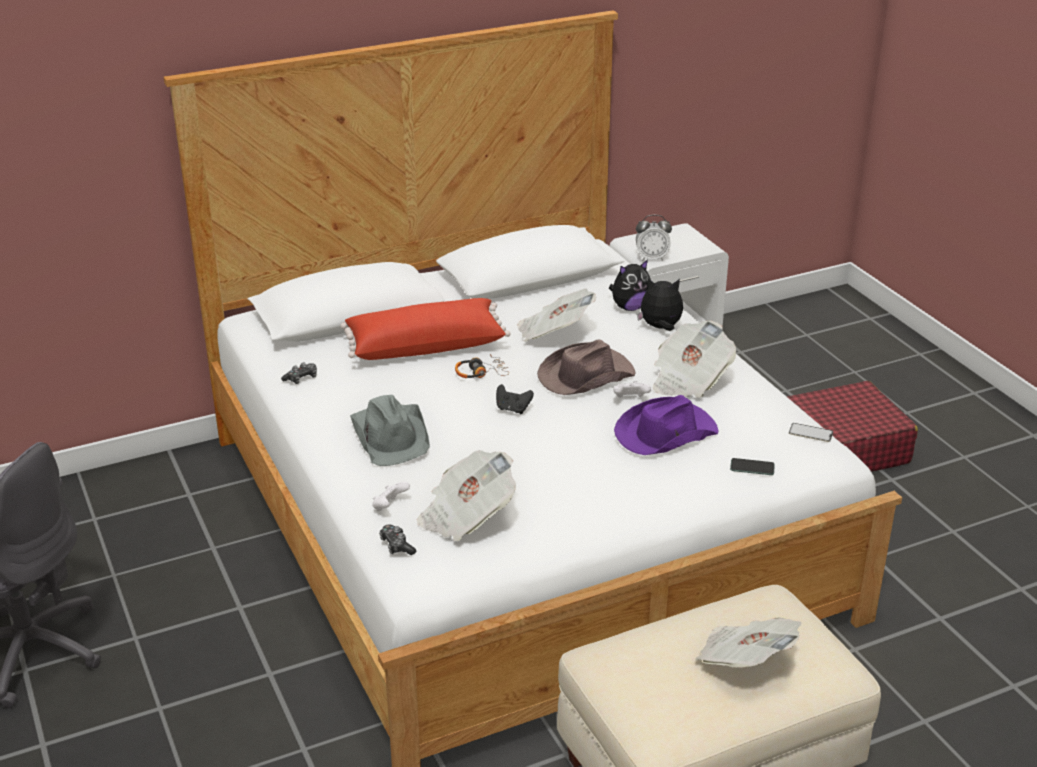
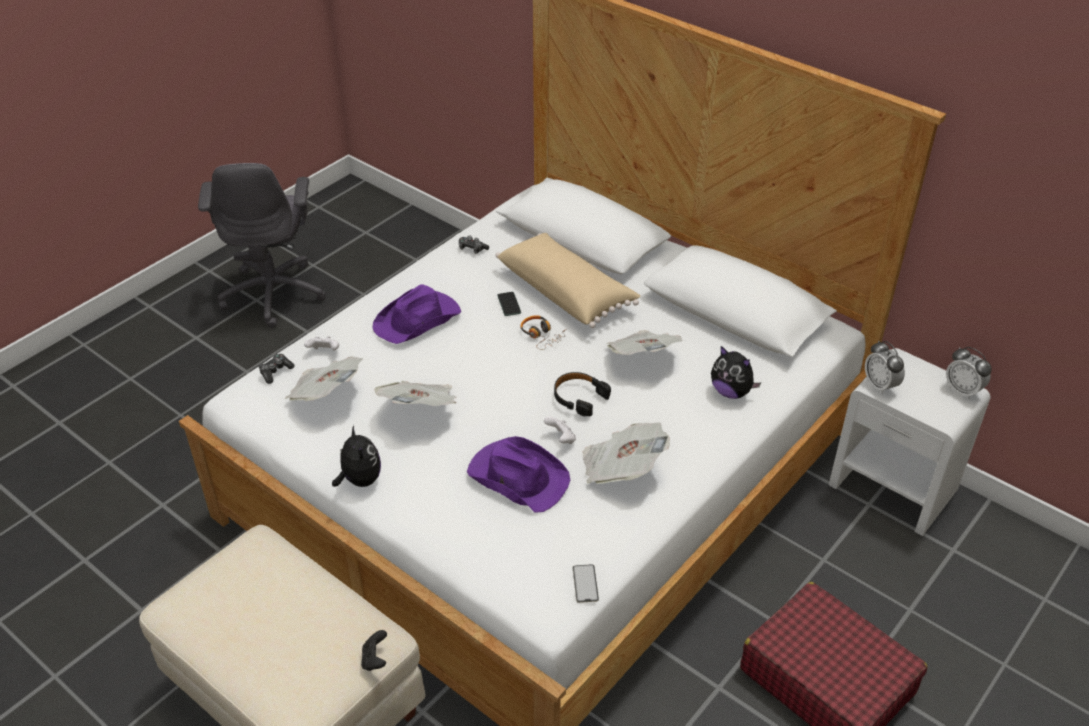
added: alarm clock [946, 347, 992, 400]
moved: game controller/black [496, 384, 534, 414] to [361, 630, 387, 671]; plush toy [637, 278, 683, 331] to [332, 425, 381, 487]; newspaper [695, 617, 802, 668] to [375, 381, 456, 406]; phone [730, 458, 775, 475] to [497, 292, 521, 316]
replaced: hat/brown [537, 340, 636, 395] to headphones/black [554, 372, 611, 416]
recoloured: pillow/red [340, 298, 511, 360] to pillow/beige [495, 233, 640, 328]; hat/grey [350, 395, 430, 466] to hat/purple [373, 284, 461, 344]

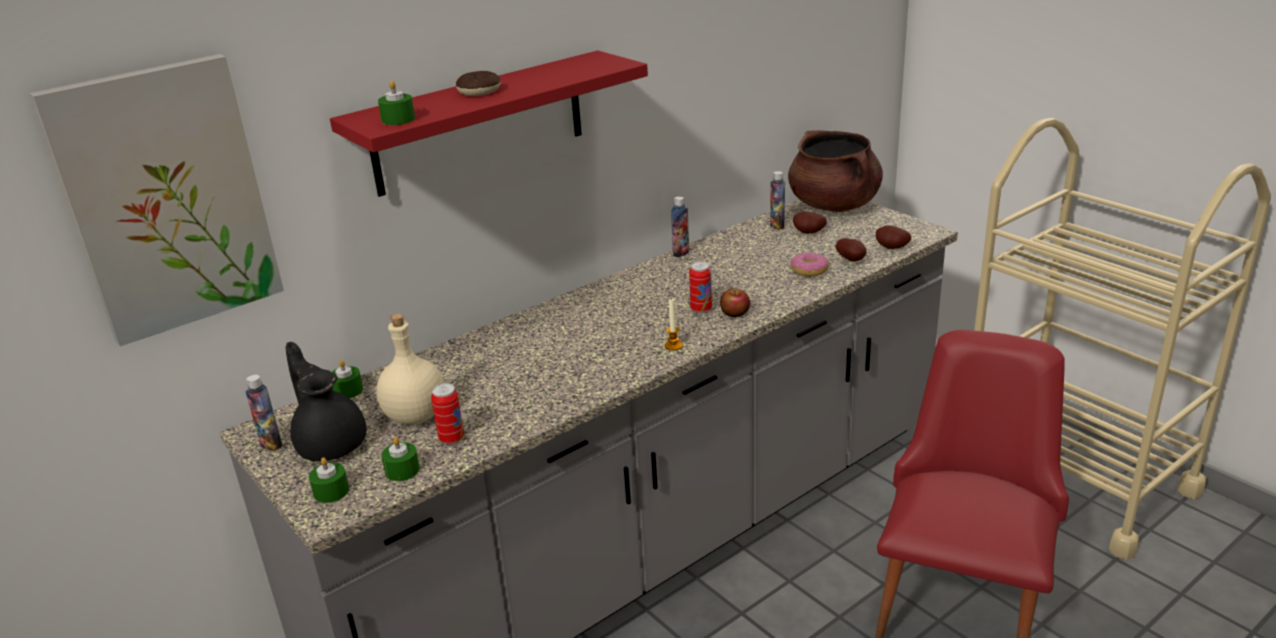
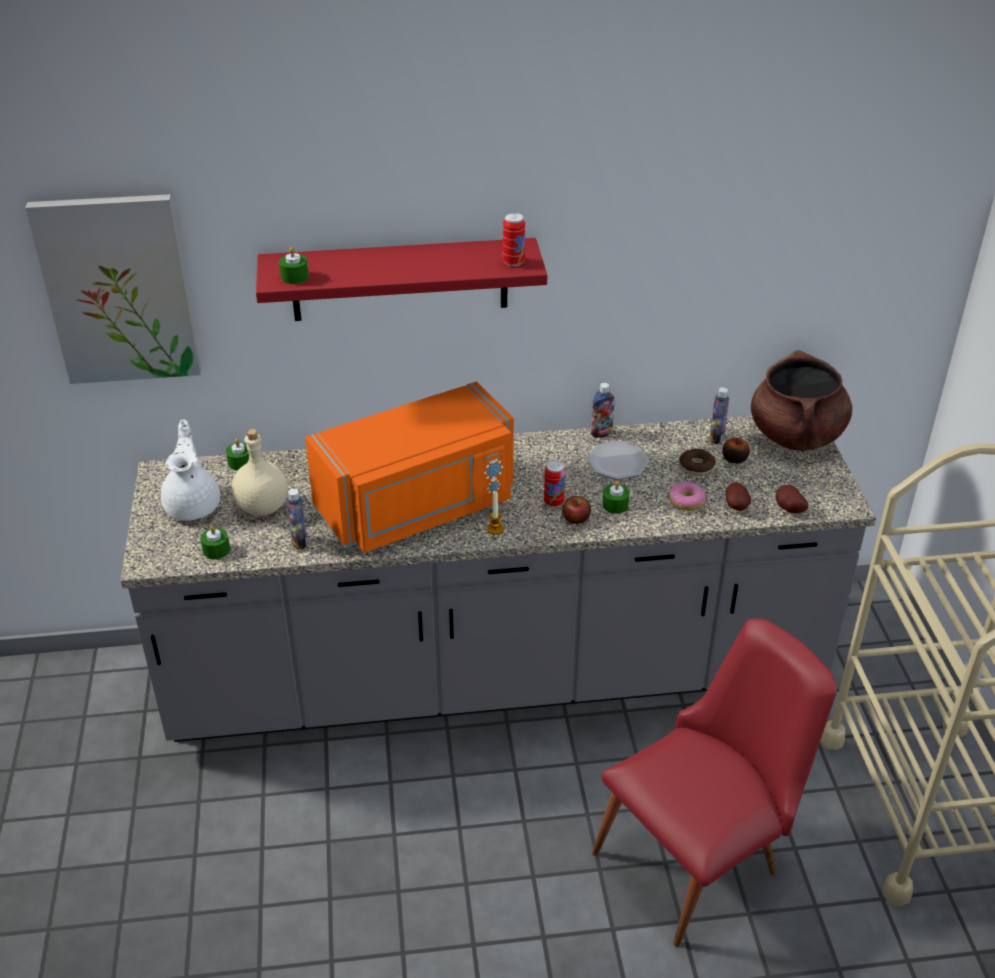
added: microwave/orange [305, 381, 514, 552]; plate [586, 441, 649, 480]
moved: bottle [245, 375, 282, 451] to [286, 489, 307, 550]; candle/green [309, 457, 349, 503] to [603, 481, 630, 514]; can [431, 383, 464, 445] to [503, 213, 525, 266]; donut [456, 71, 501, 96] to [679, 449, 716, 476]
replaced: potato [793, 211, 827, 234] to apple [722, 438, 750, 463]
recoloured: teapot/black [286, 342, 367, 461] to teapot/white [161, 419, 220, 521]

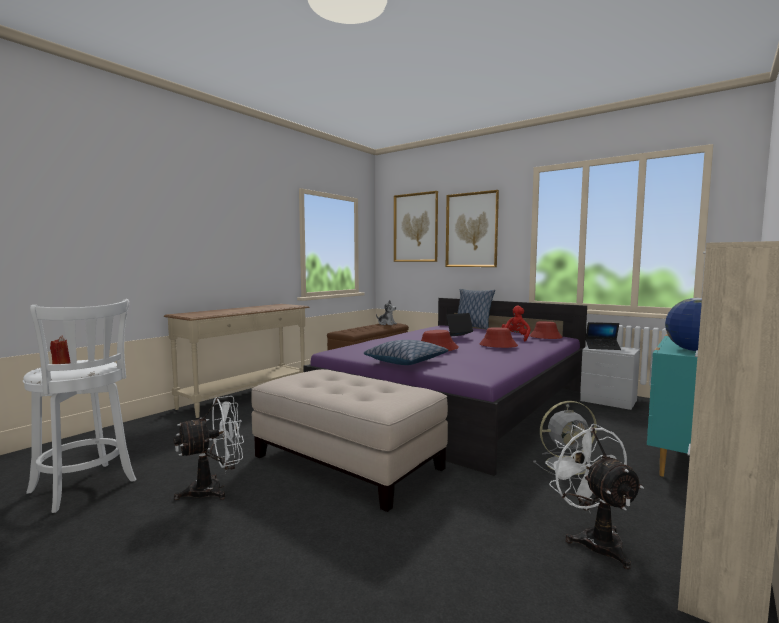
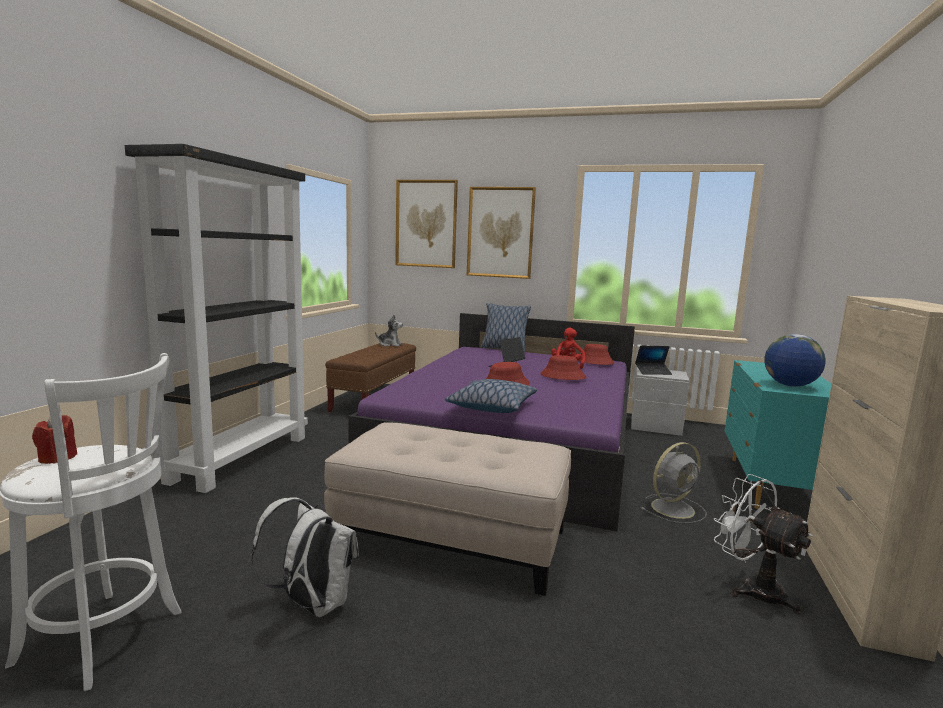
replaced: console table/beige [164, 304, 310, 418] to bookcase/black [125, 144, 308, 493]; fan/white [173, 396, 244, 500] to backpack/white [251, 497, 359, 617]

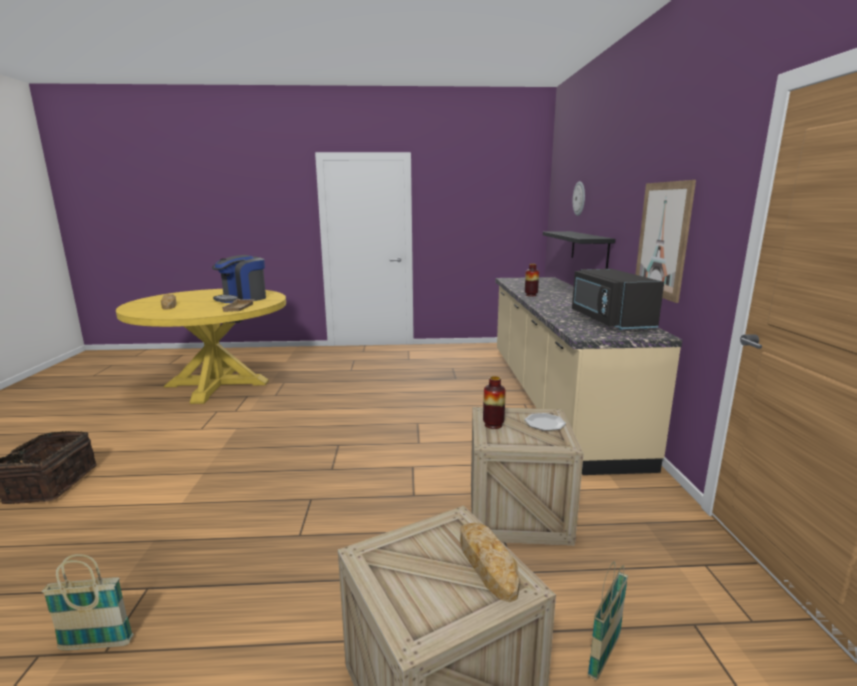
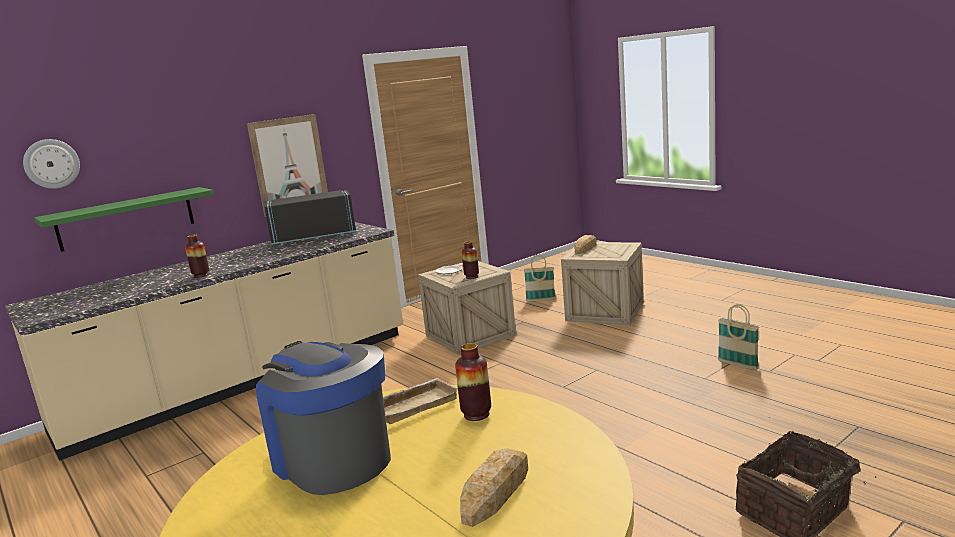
added: vase [455, 343, 491, 421]
recoloured: shelf/black [543, 231, 615, 269] to shelf/green [34, 187, 214, 252]
turned: coffee machine [212, 255, 266, 303] = [256, 341, 391, 495] 135 degrees counterclockwise; microwave/black [572, 269, 664, 330] = [265, 190, 356, 246] 150 degrees counterclockwise

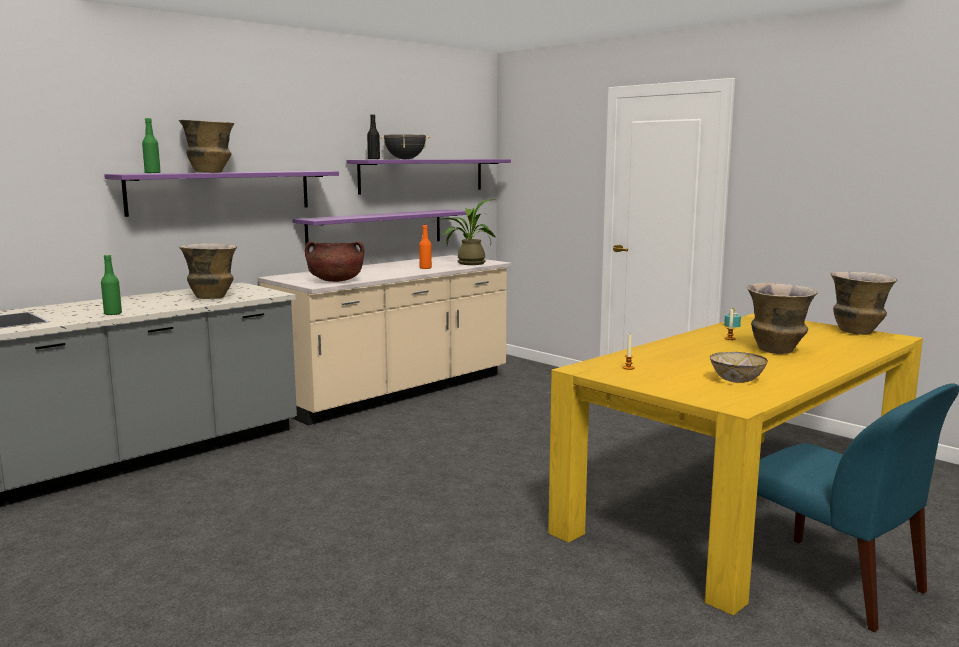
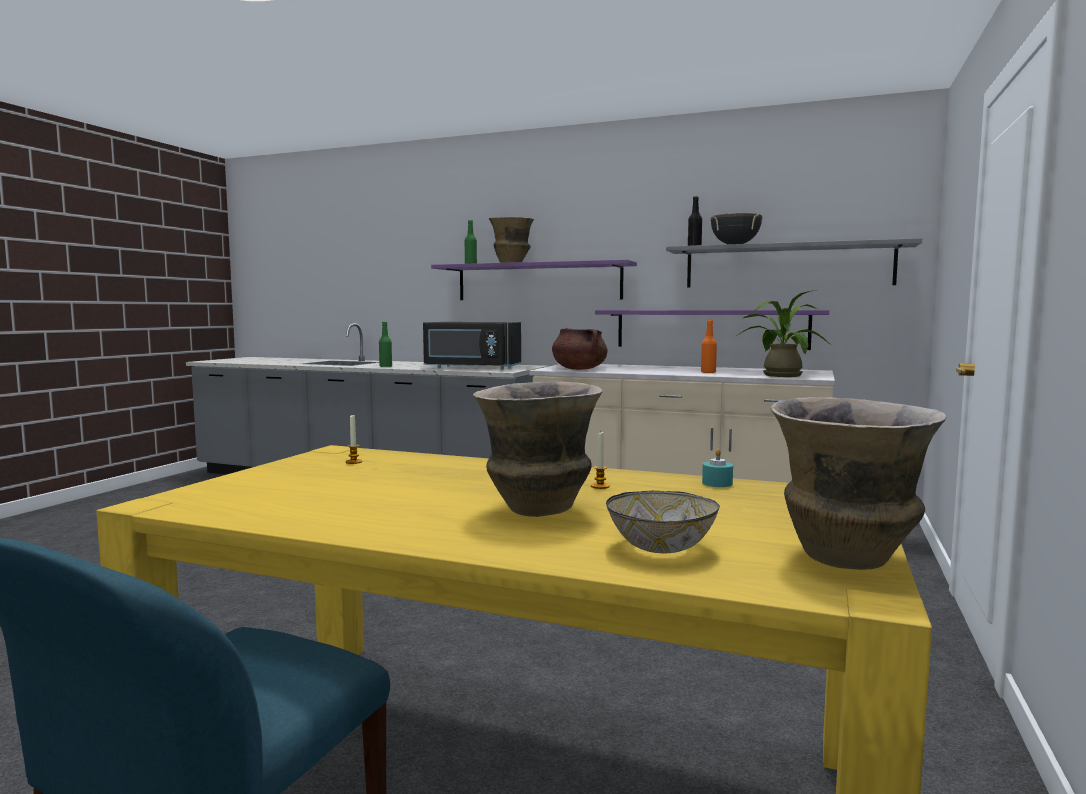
moved: bowl [710, 352, 768, 383] to [606, 491, 720, 553]
replaced: vase [179, 243, 237, 299] to microwave/black [423, 322, 521, 370]
recoloured: shelf/purple [347, 159, 511, 194] to shelf/grey [666, 238, 922, 288]

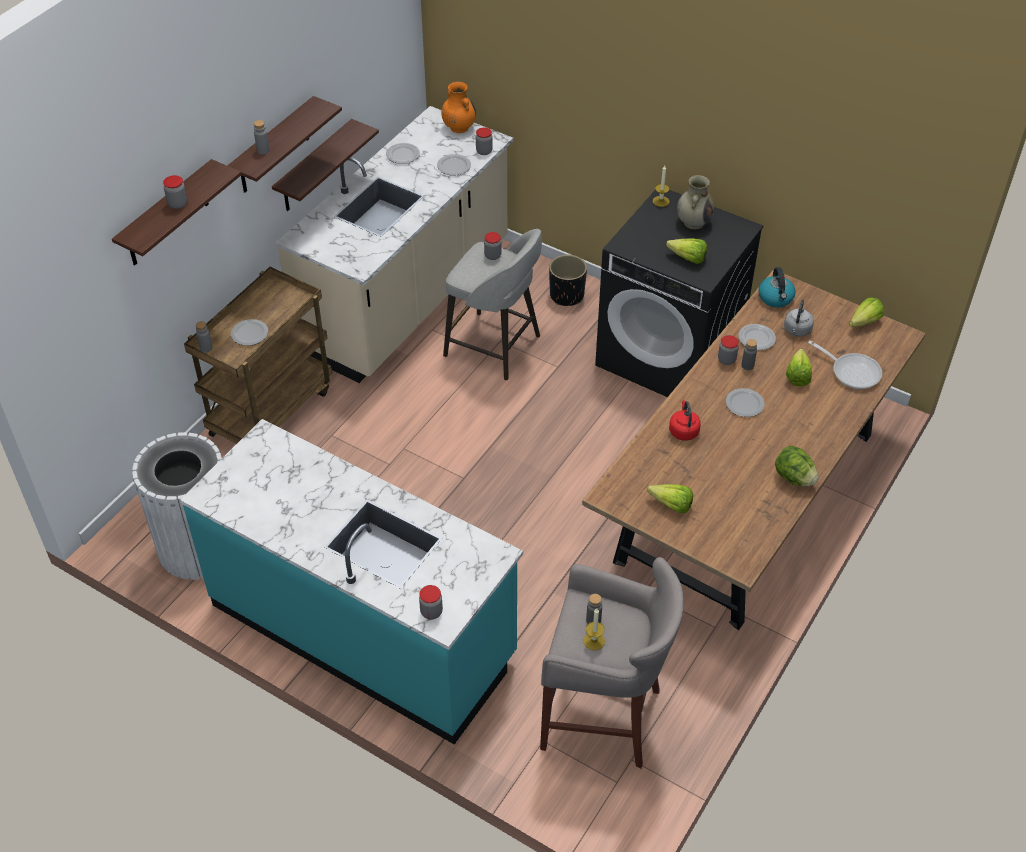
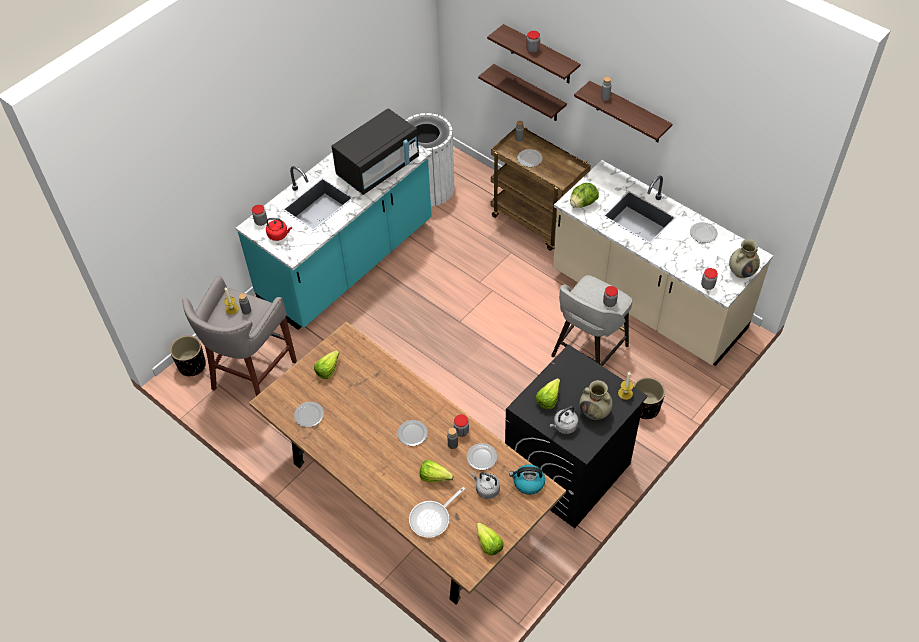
added: planter/black [170, 336, 206, 376]; microwave/black [332, 108, 419, 195]; kettle/grey [549, 406, 579, 434]
moved: shelf [272, 119, 379, 211] to [478, 64, 567, 121]; plate [437, 154, 471, 176] to [294, 402, 324, 427]; kettle/red [669, 400, 701, 441] to [266, 218, 292, 241]; lettuce [775, 446, 819, 486] to [570, 183, 599, 208]
recoloured: vase/orange [441, 82, 476, 133] to vase/beige [729, 239, 760, 278]

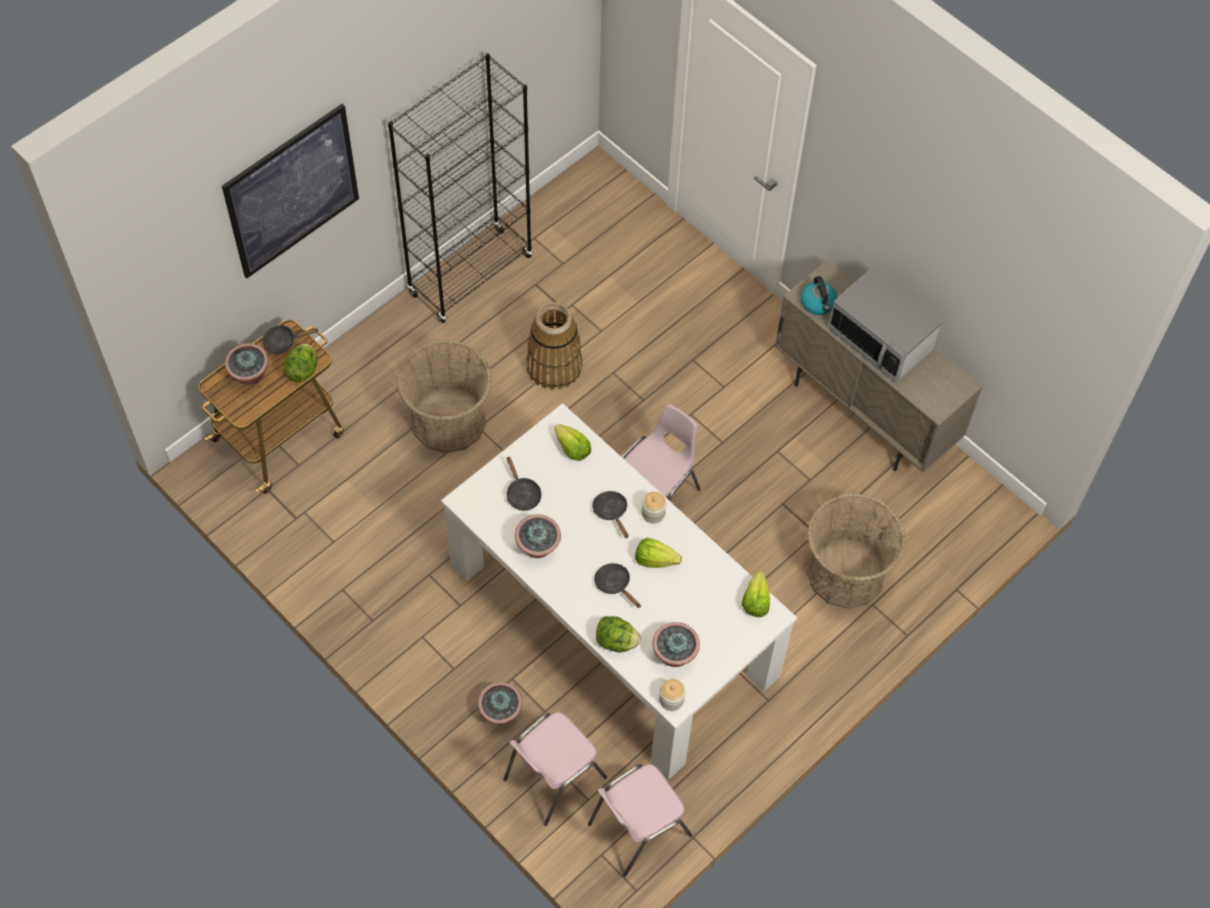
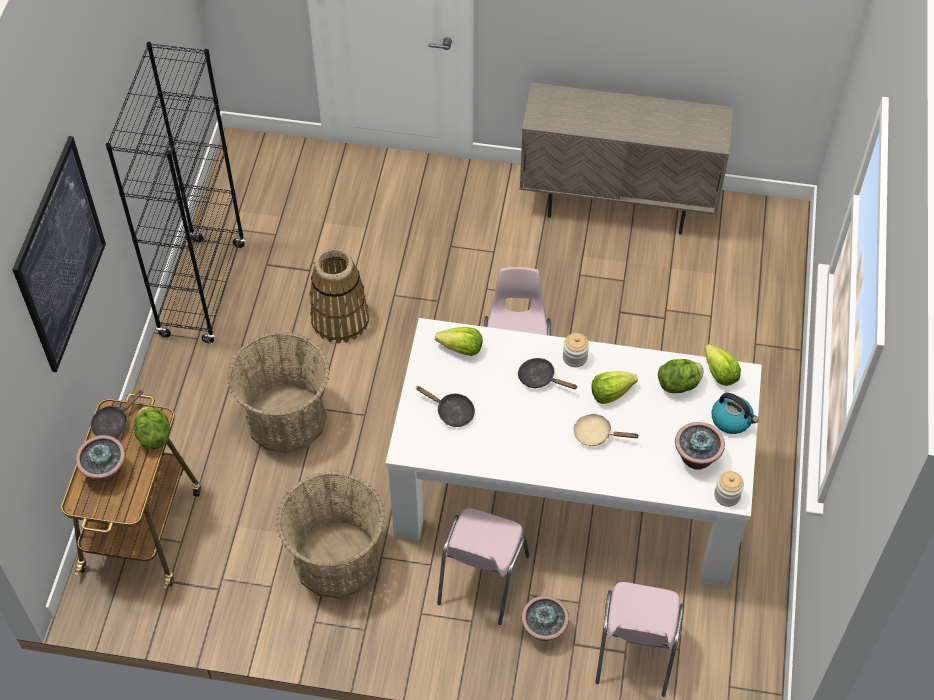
removed: potted plant [515, 514, 561, 558]; microwave [828, 267, 942, 383]
moved: chair/pink [588, 764, 692, 877] to [437, 508, 529, 625]; lettuce [596, 616, 641, 652] to [658, 359, 704, 393]; kettle [801, 276, 837, 315] to [711, 393, 758, 434]; basket [807, 493, 906, 609] to [276, 471, 385, 599]
recoloured: frying pan/black [594, 563, 641, 608] to frying pan/beige [573, 414, 638, 446]

